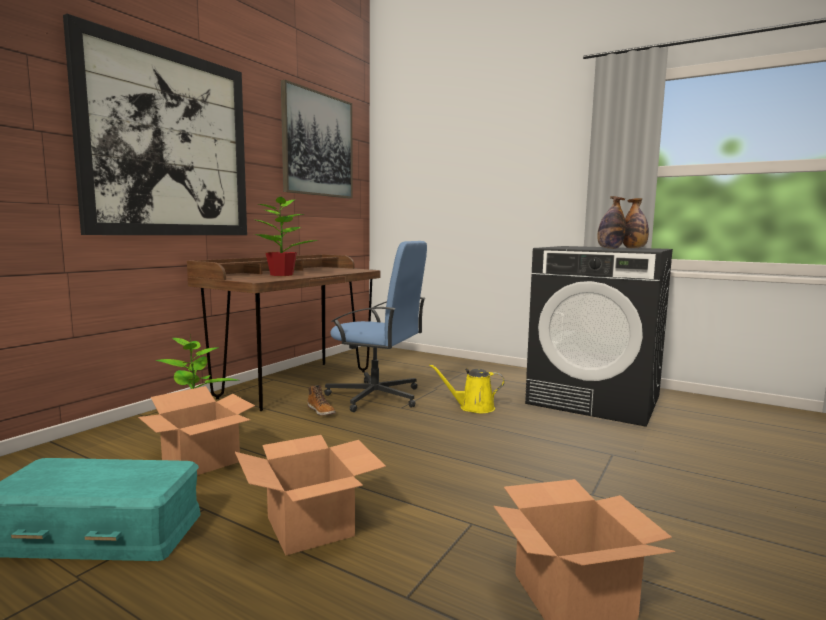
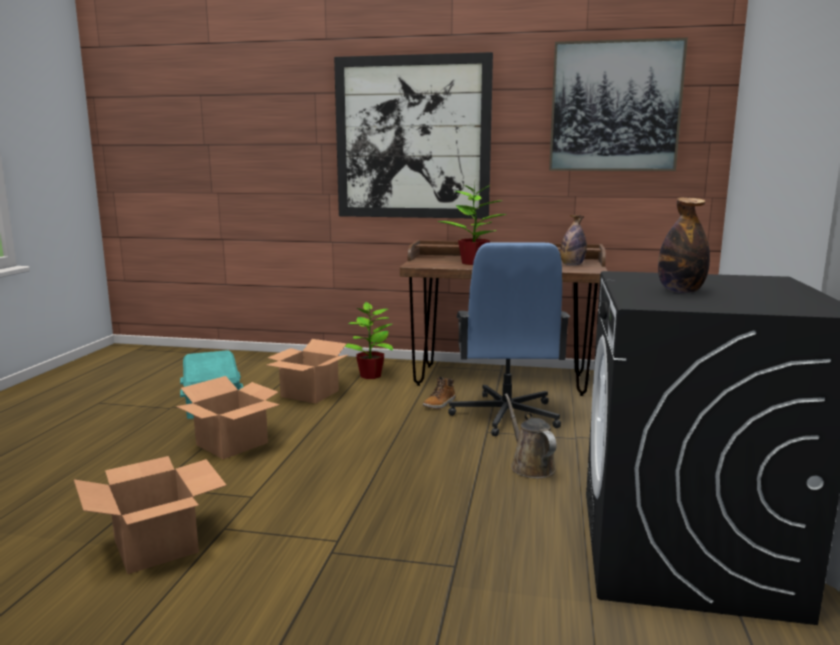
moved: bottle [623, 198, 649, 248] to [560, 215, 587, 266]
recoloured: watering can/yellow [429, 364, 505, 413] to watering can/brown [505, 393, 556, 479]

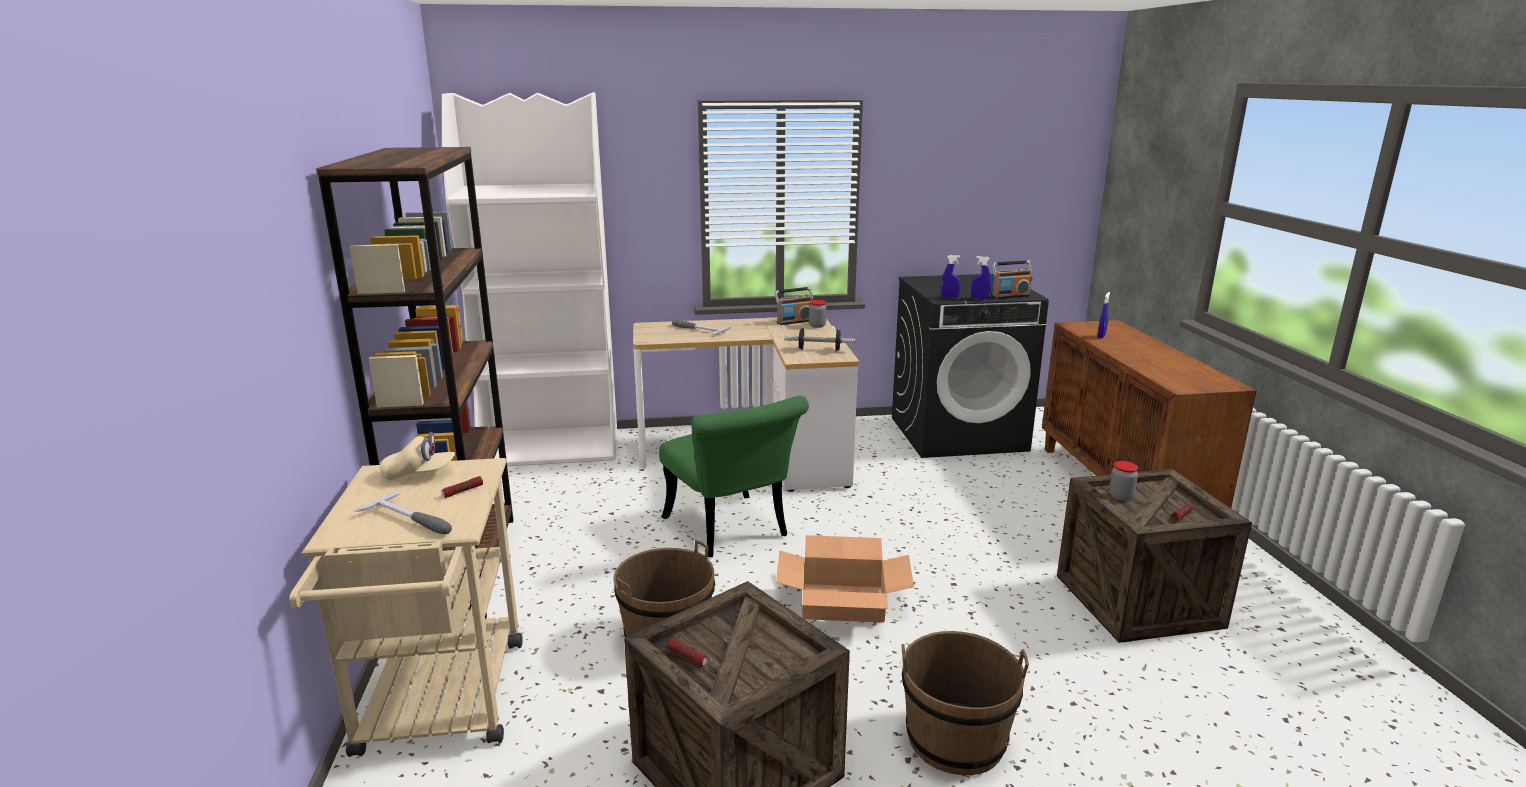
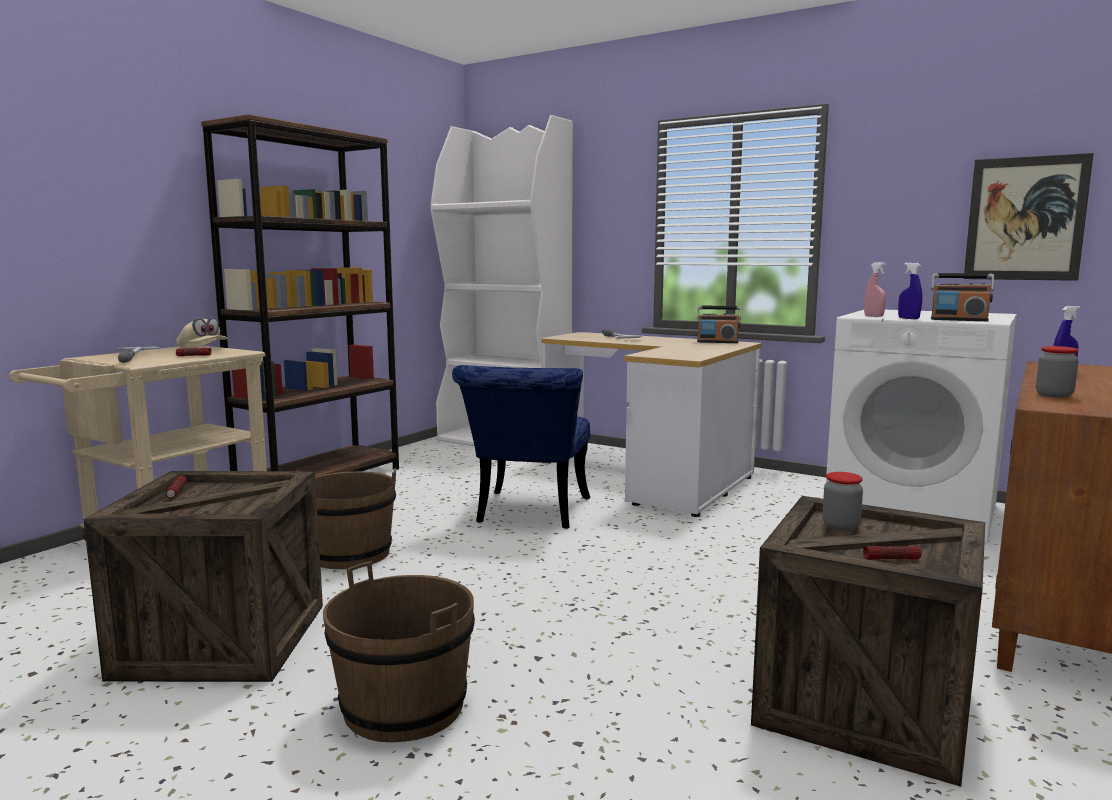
removed: cardboard box [776, 535, 914, 623]; dumbbell [784, 328, 855, 351]
added: picture [964, 153, 1094, 281]
moved: jar [809, 300, 826, 328] to [1036, 346, 1079, 398]
recoloured: chair/green [659, 396, 809, 557] to chair/blue [452, 365, 590, 529]; washing machine/black [892, 274, 1049, 458] to washing machine/white [826, 310, 1017, 545]; spray bottle/blue [941, 255, 961, 298] to spray bottle/pink [864, 262, 886, 317]

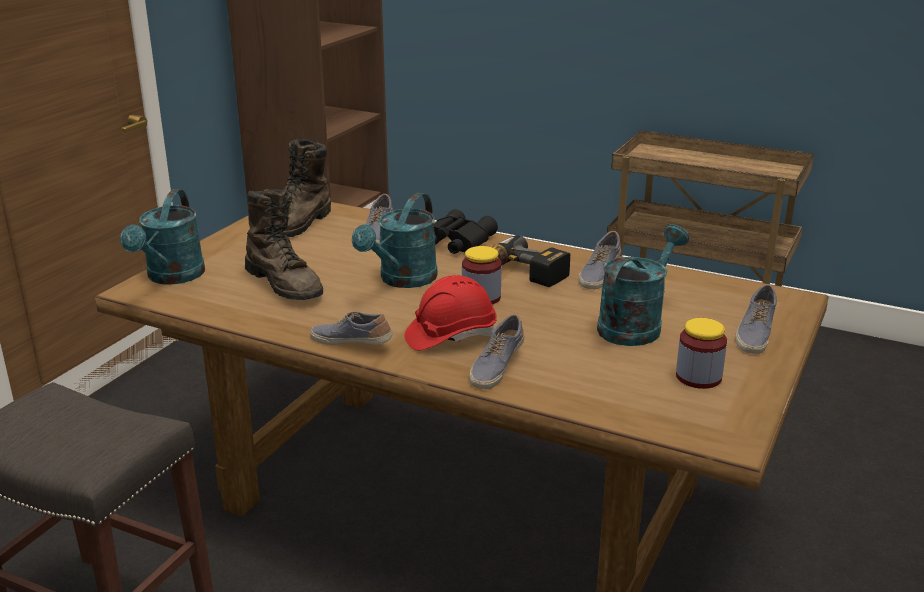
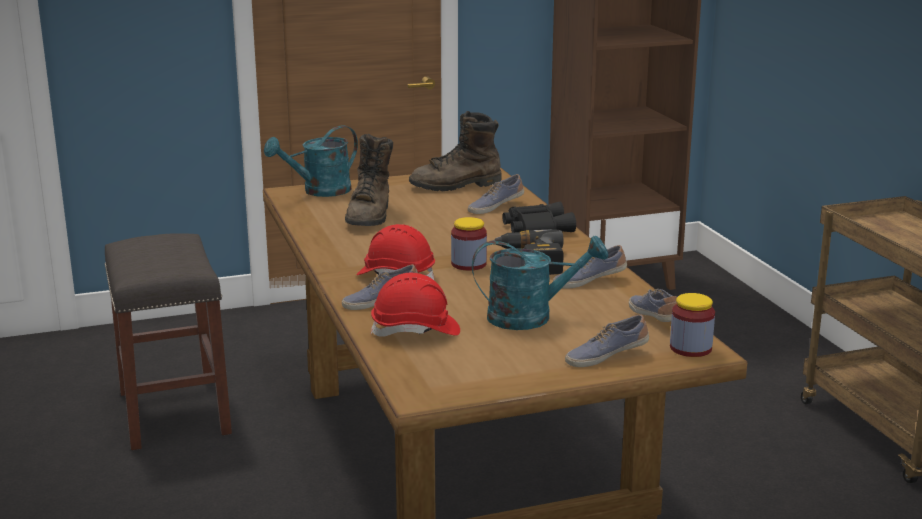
removed: watering can/turquoise [352, 193, 438, 288]
added: hard hat/red [370, 273, 460, 337]
moved: shoe [310, 312, 393, 345] to [629, 289, 677, 322]; jar [676, 318, 727, 389] to [670, 293, 715, 357]

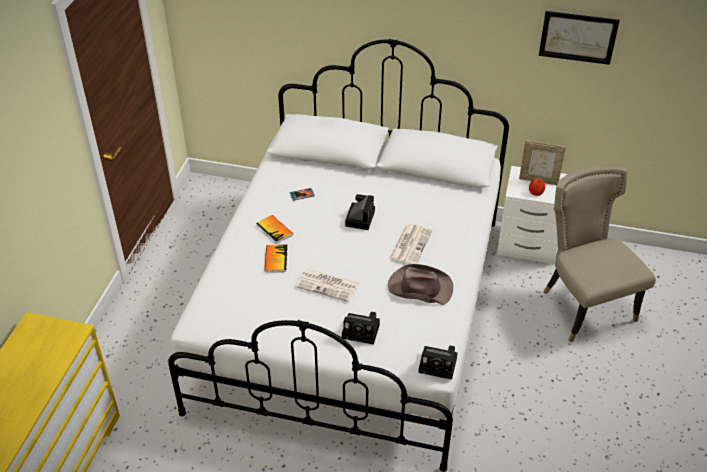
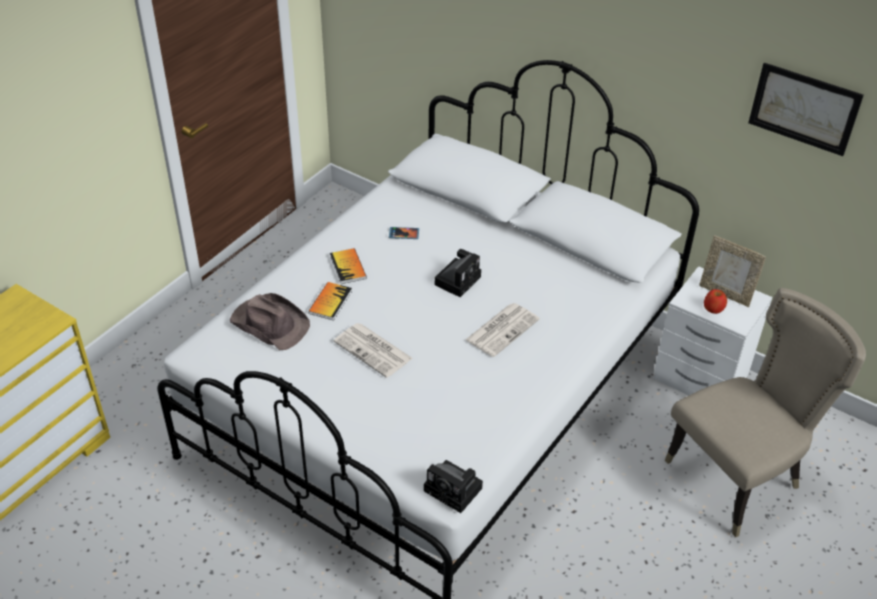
removed: photo camera [342, 312, 380, 345]
moved: hat/brown [388, 264, 453, 305] to [230, 293, 310, 350]
turned: chair/beige [543, 166, 656, 342] = [665, 288, 866, 537] 60 degrees clockwise

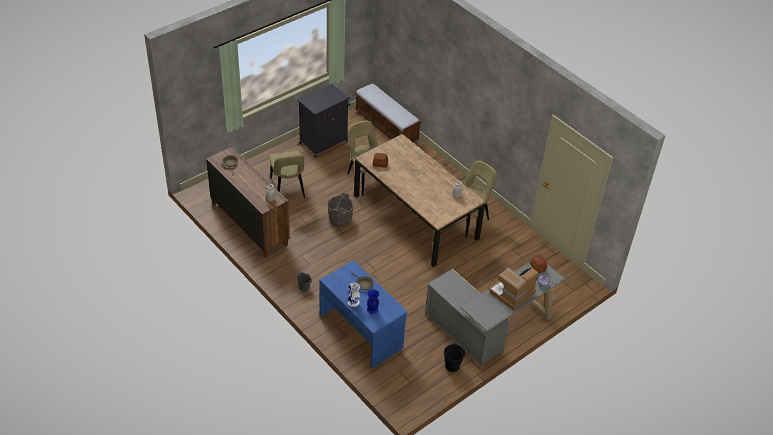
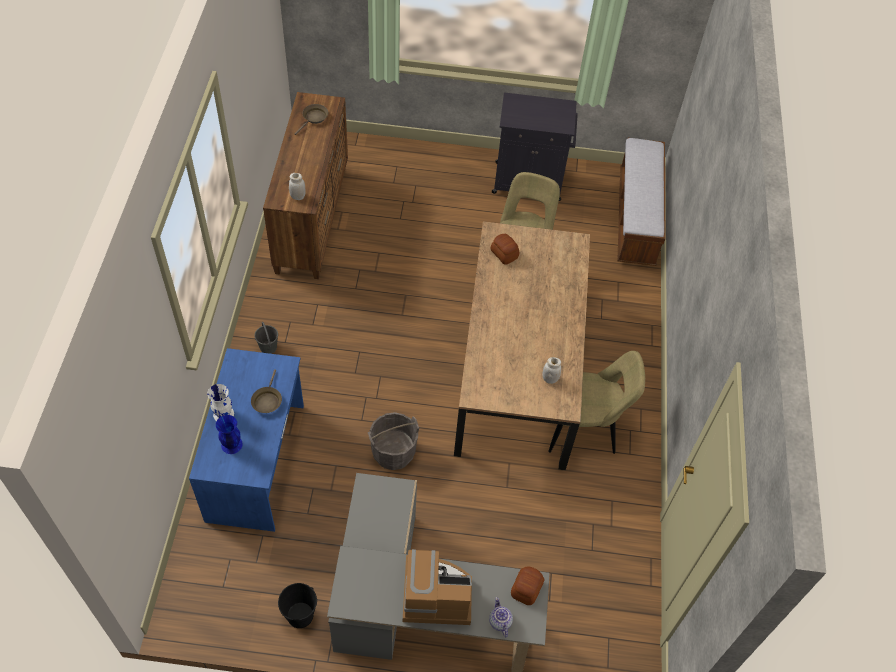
removed: chair/beige [270, 151, 305, 198]
moved: bucket/grey [328, 192, 354, 227] to [368, 412, 419, 470]

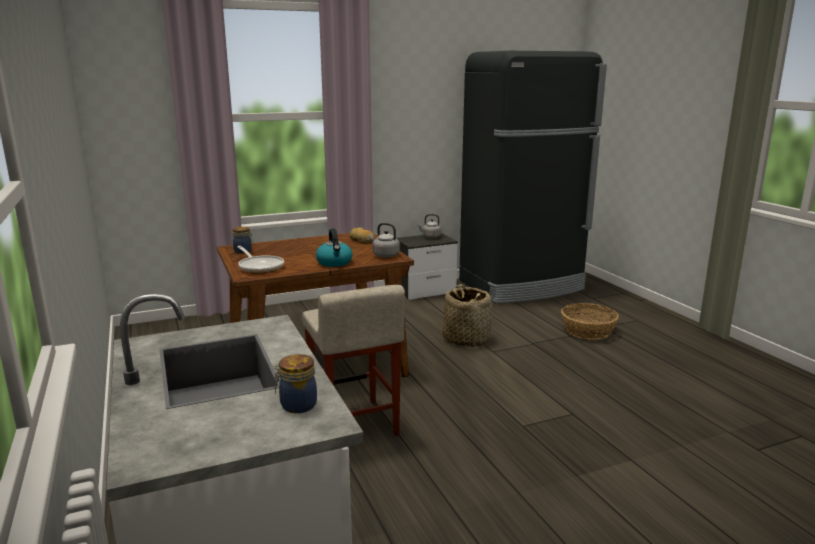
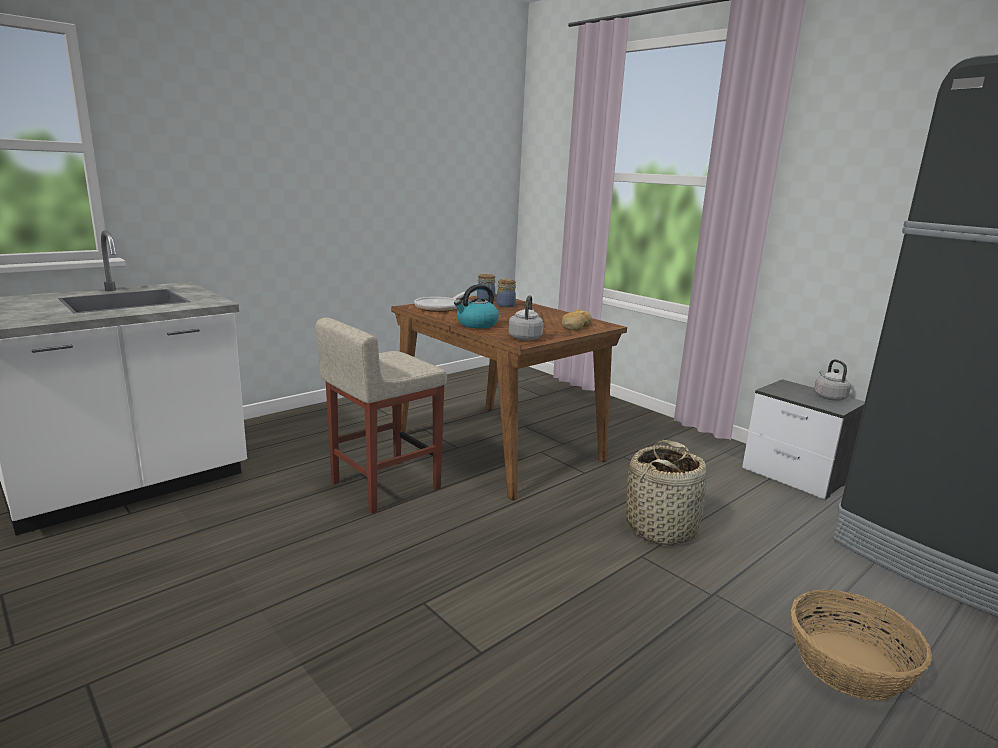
moved: jar [274, 354, 317, 413] to [497, 279, 516, 308]

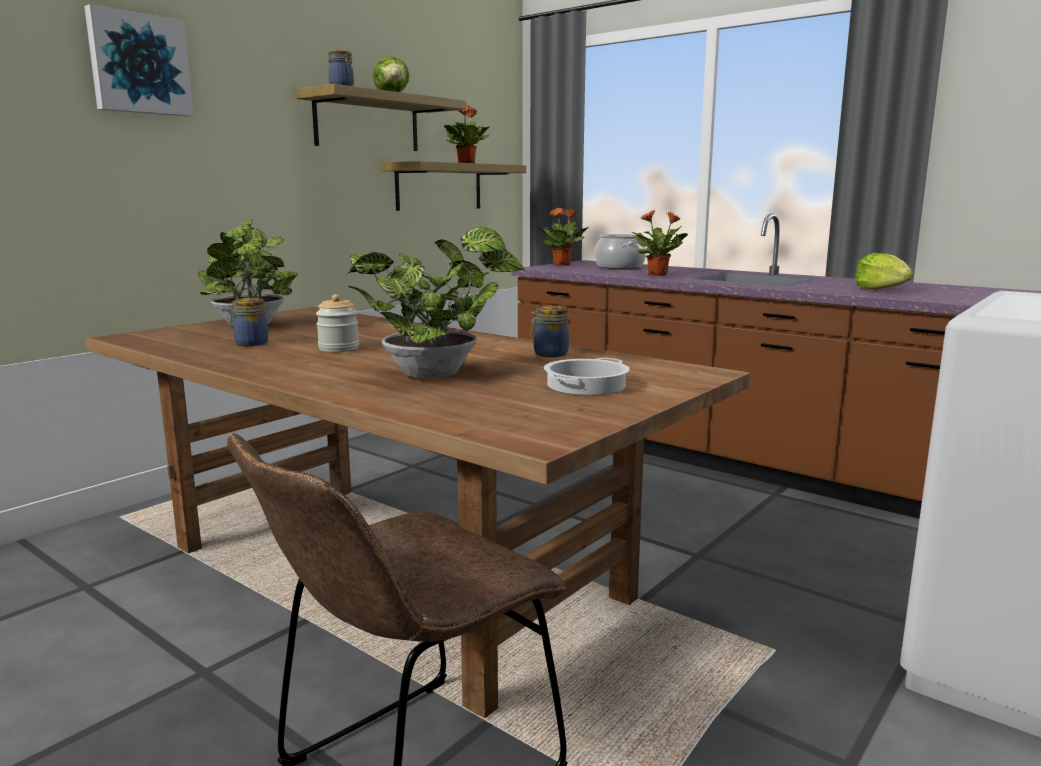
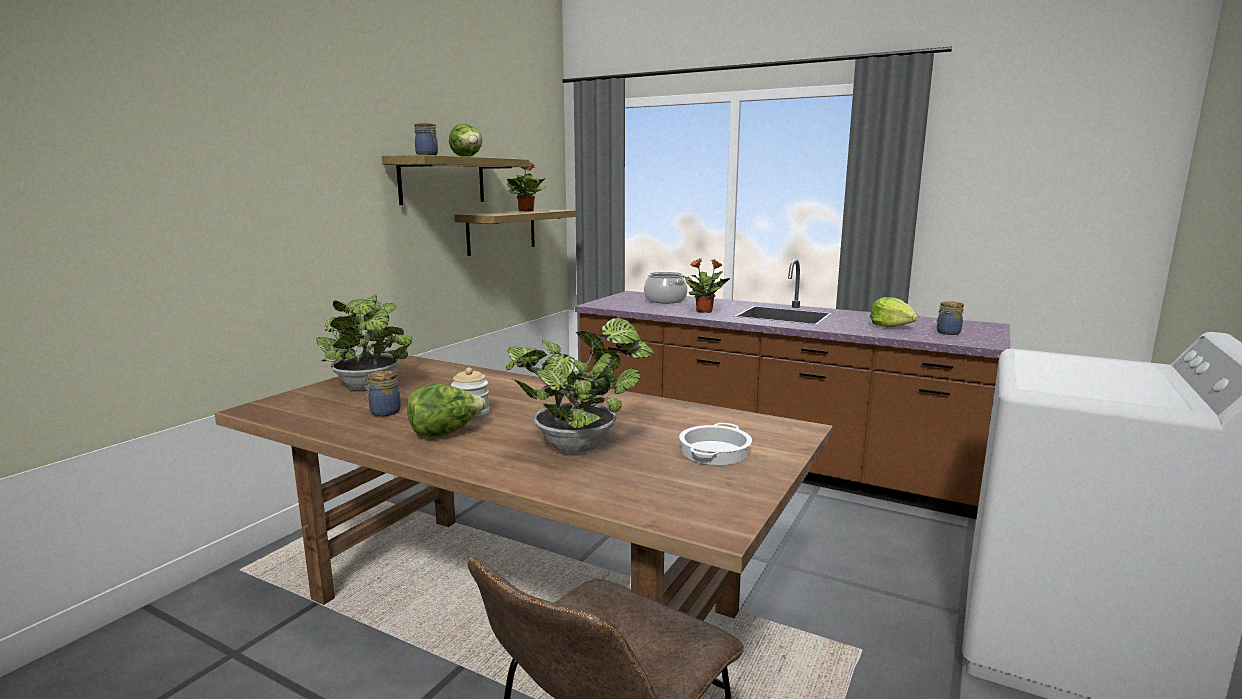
removed: picture [84, 4, 194, 116]; potted plant [538, 208, 589, 265]
added: lettuce [407, 384, 486, 438]
moved: jar [530, 305, 569, 357] to [937, 301, 964, 335]

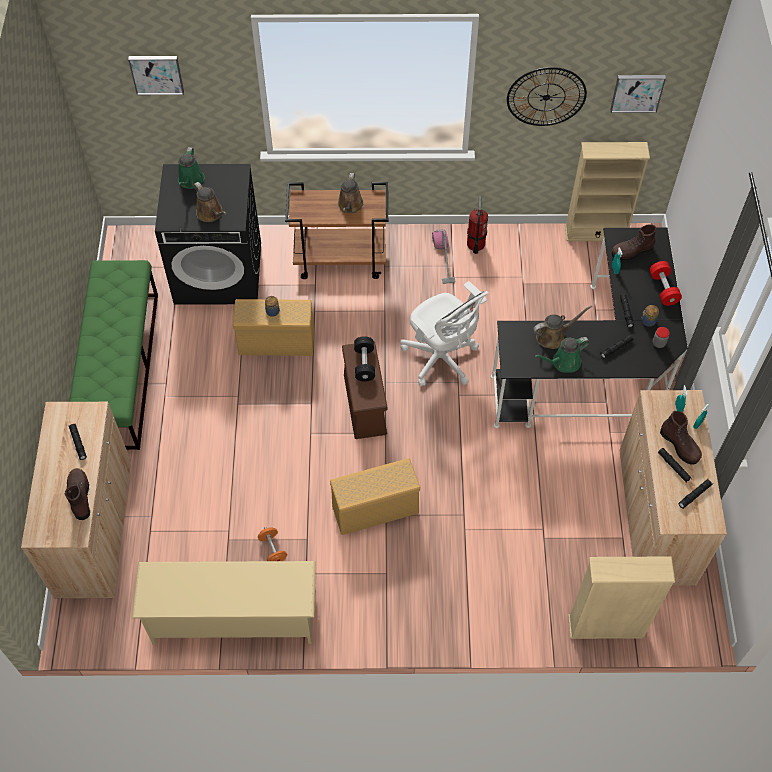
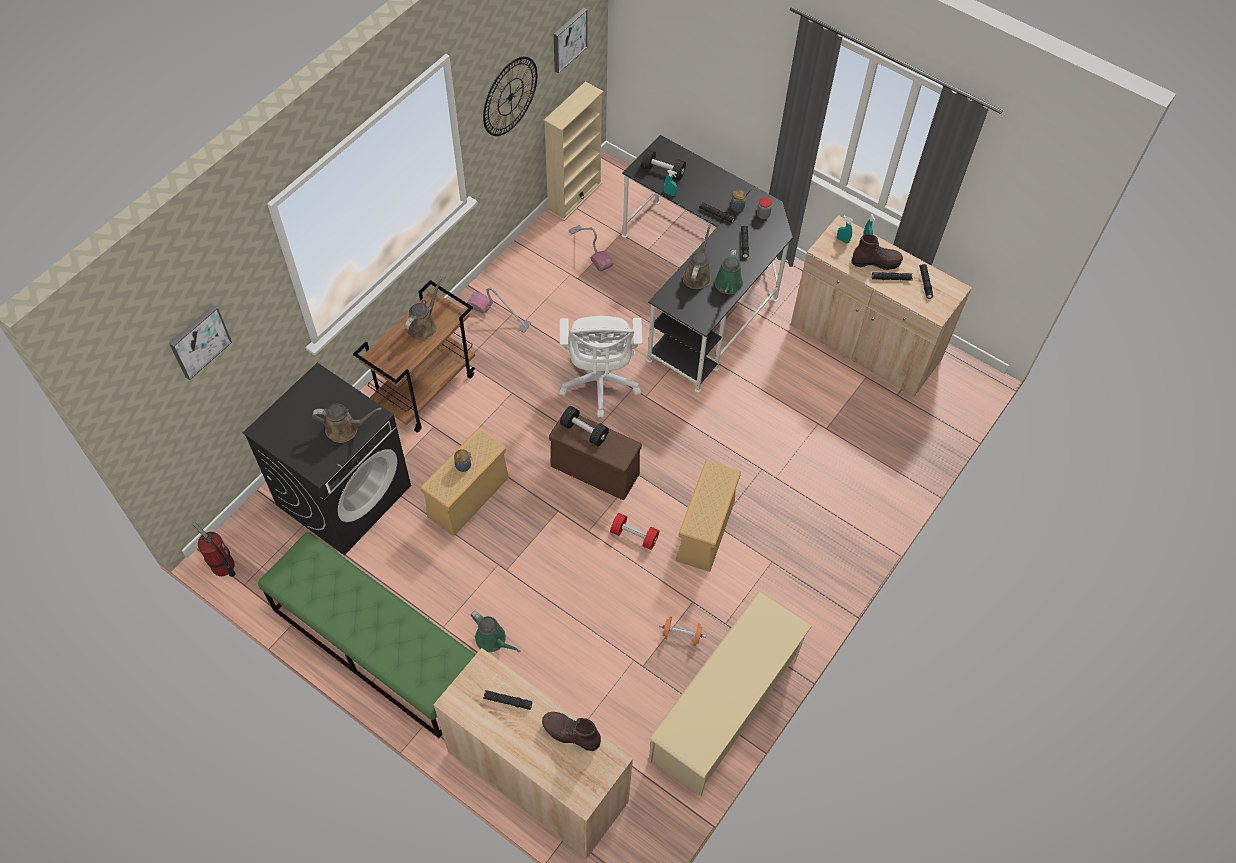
removed: bookcase/beige [568, 556, 675, 639]
added: vacuum cleaner [568, 225, 613, 272]
moved: watering can/green [178, 147, 205, 189] to [470, 611, 520, 652]; fire extinguisher [467, 196, 488, 254] to [193, 522, 236, 577]; dumbbell/red [650, 261, 682, 306] to [610, 513, 659, 550]
replaced: boot/brown [612, 224, 656, 261] to dumbbell/black [641, 149, 686, 181]
turned: watering can/brown [338, 173, 364, 213] = [405, 277, 442, 340] 105 degrees counterclockwise; office chair/white [400, 281, 489, 386] = [559, 316, 642, 418] 90 degrees clockwise

